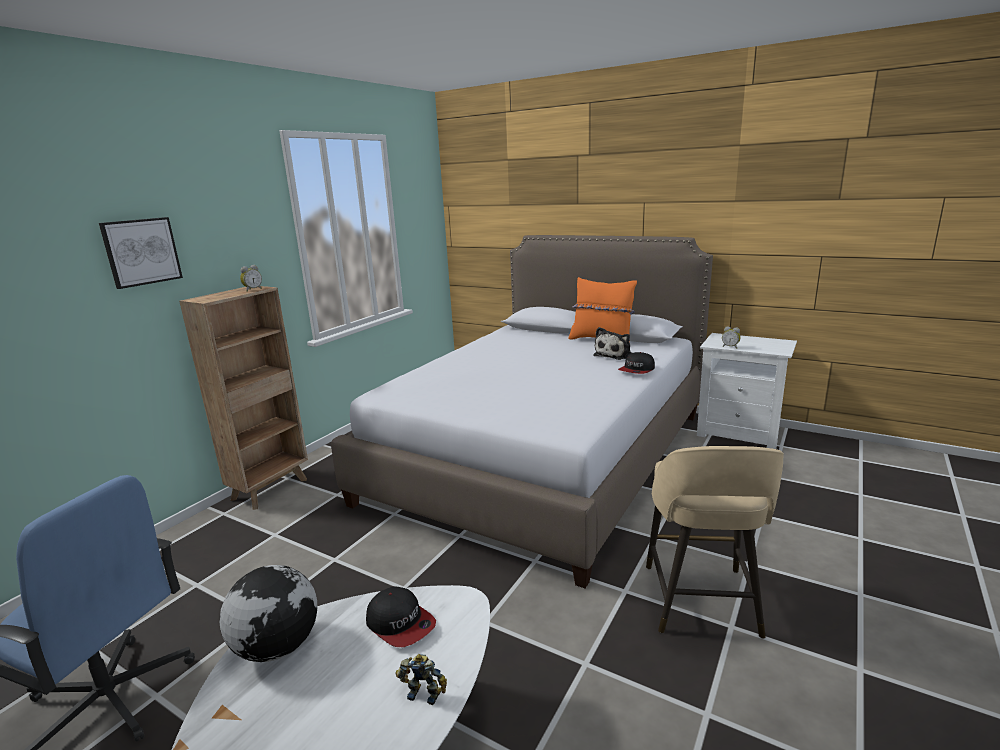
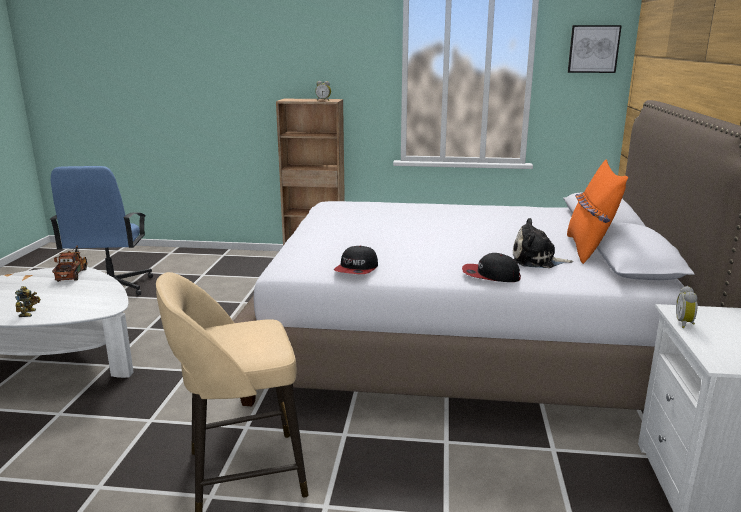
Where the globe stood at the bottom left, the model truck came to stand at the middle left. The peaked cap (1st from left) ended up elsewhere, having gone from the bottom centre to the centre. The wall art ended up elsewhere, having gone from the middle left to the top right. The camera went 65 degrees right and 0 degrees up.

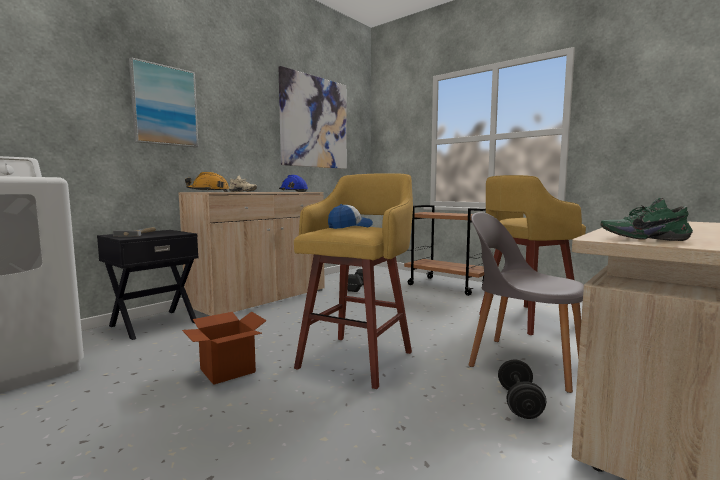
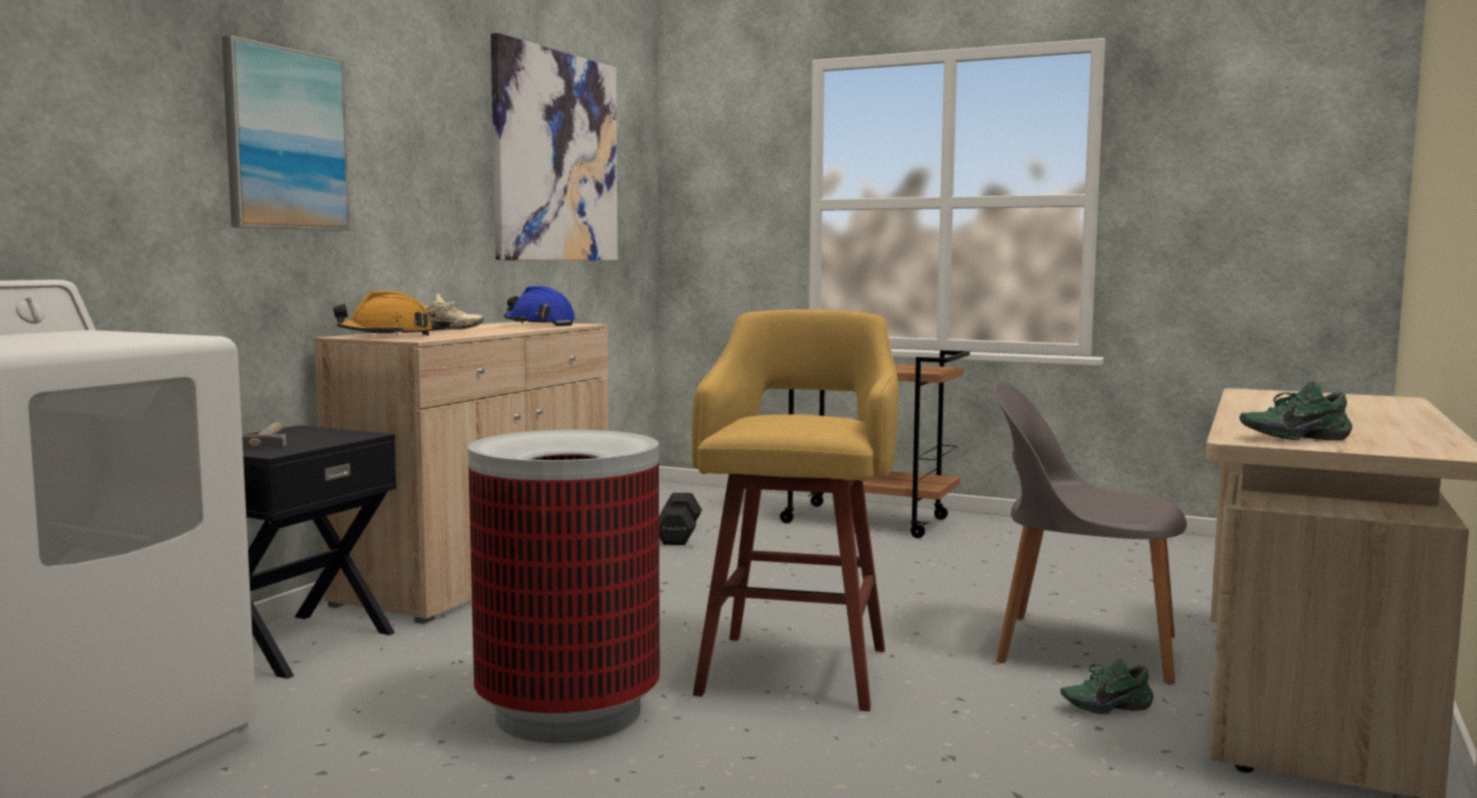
Where the carton stood at the bottom left, the trash can came to stand at the bottom centre. Where the black hand weight (2nd from left) stood at the bottom right, the green-coloured item of footwear (1st from left) came to stand at the bottom right. The second view lost the peaked cap at the centre. The second view lost the yellowish sitting stool (2nd from left) at the middle right. The camera went 15 degrees left and 0 degrees up.

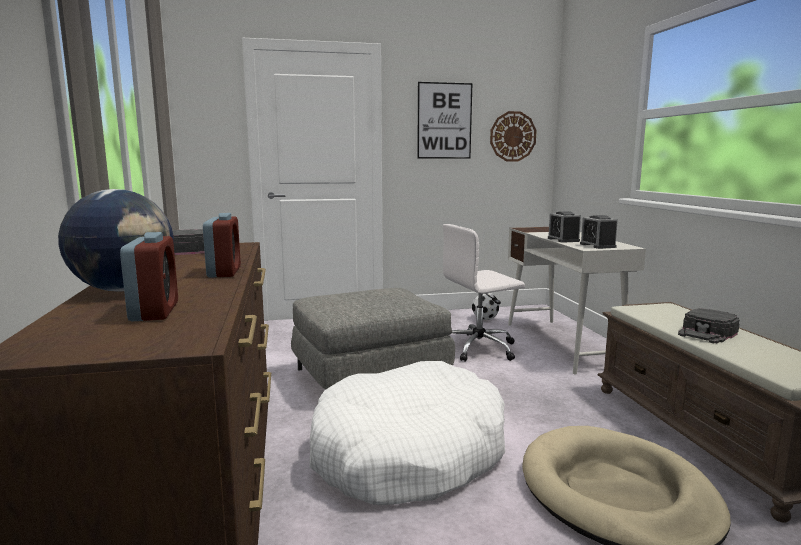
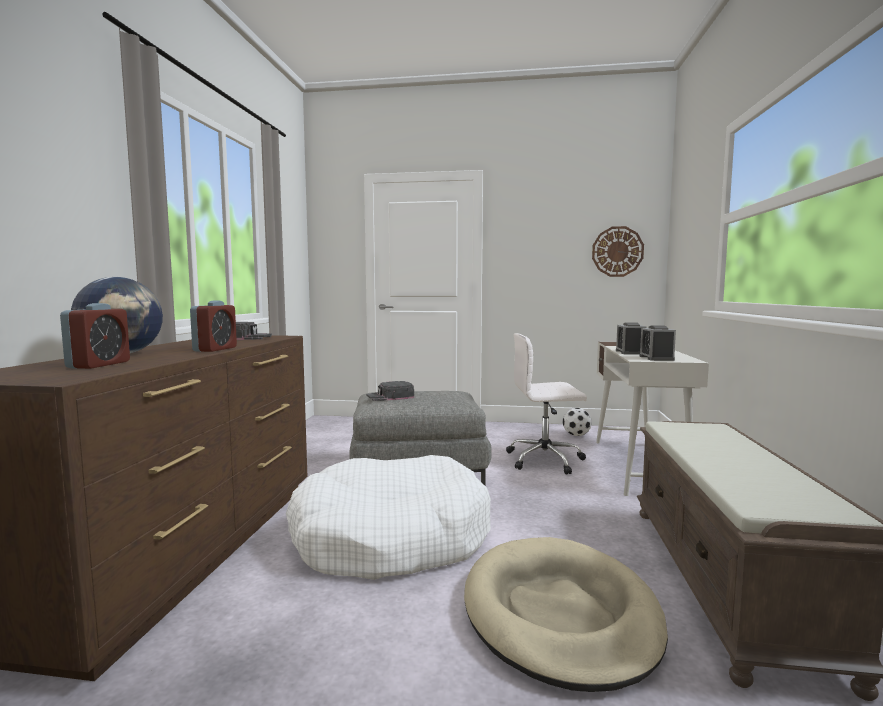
The black peaked cap (2nd from left) ended up elsewhere, having gone from the middle right to the centre. The second view lost the wall art at the top centre. The camera went 20 degrees right and 5 degrees down.

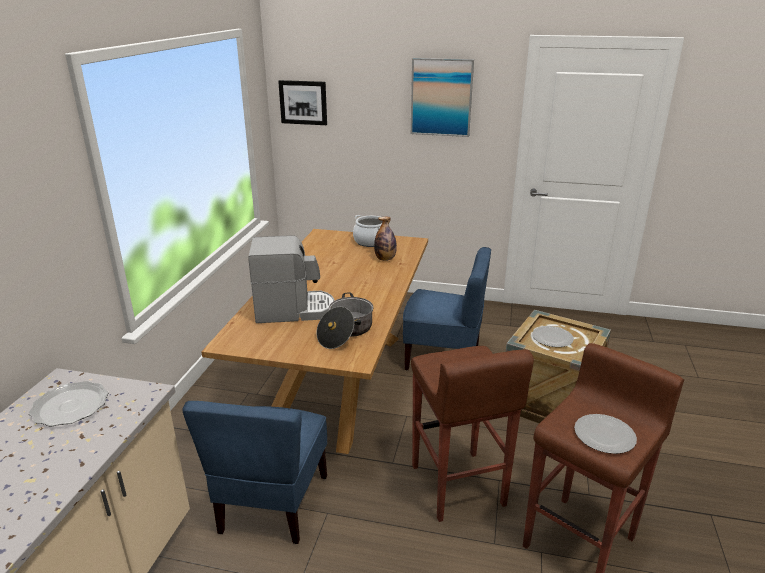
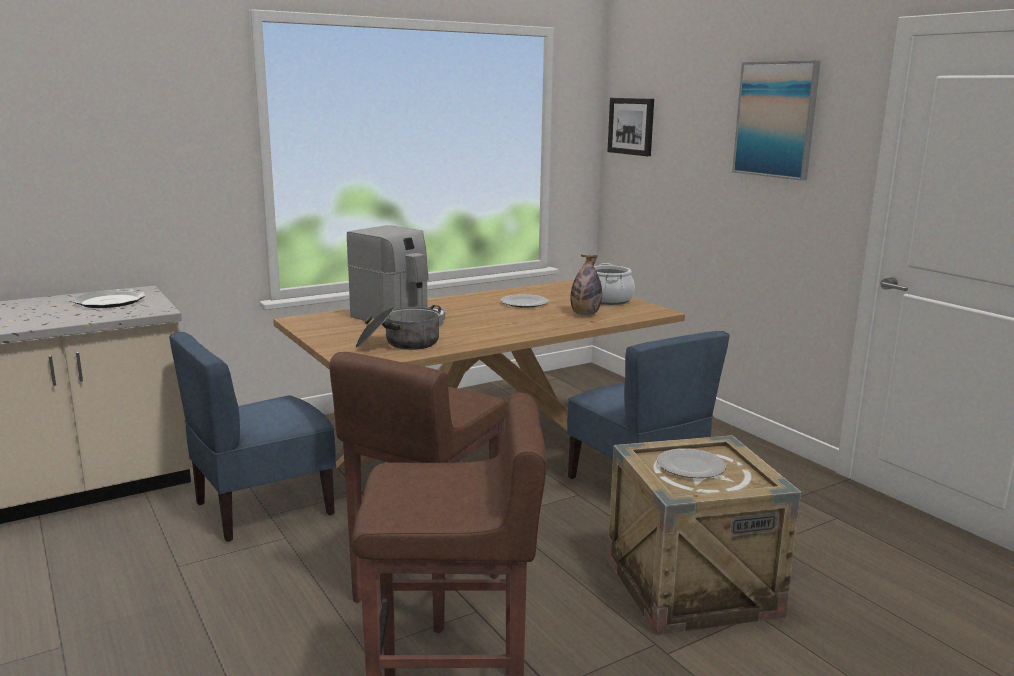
The flat dish (3rd from left in the first image) ended up elsewhere, having gone from the bottom right to the centre. The camera went 45 degrees right and 10 degrees down.

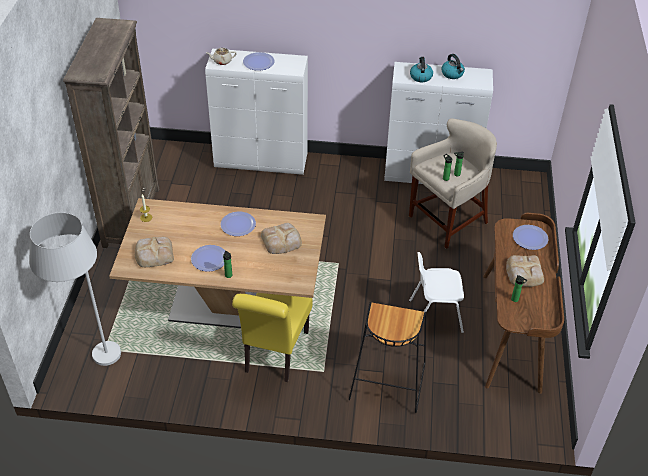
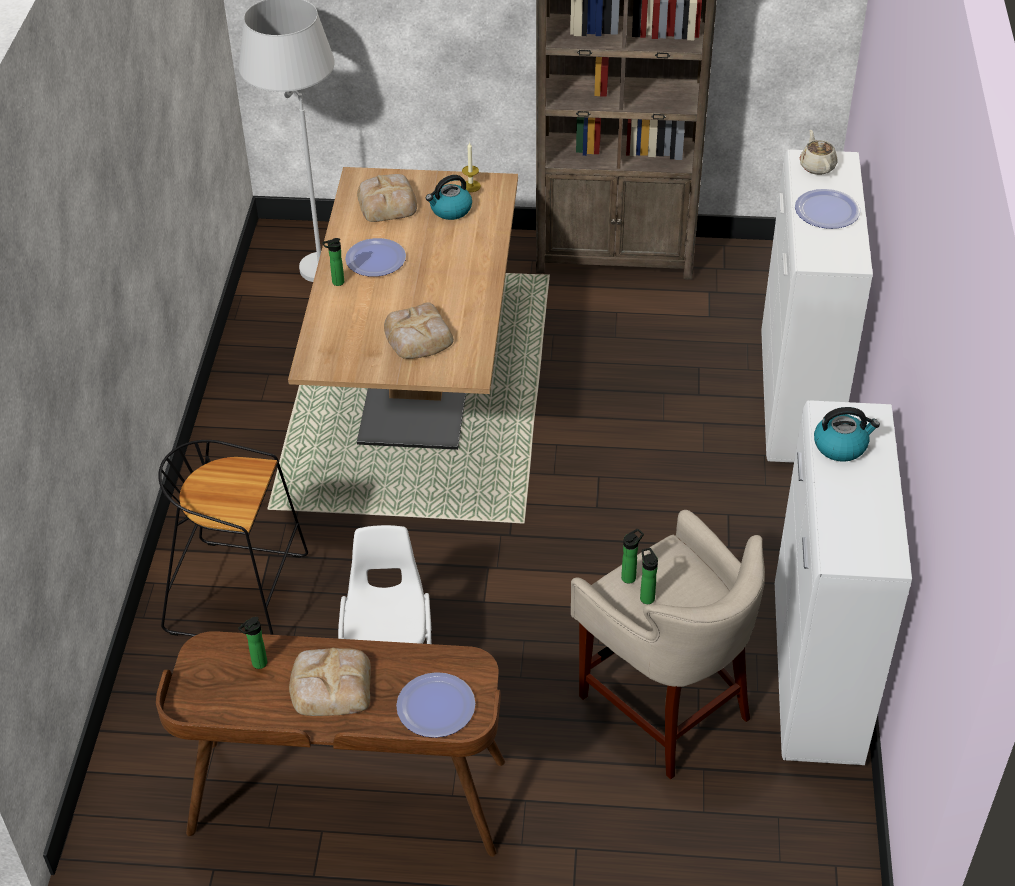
The kettle (2nd from left in the first image) ended up elsewhere, having gone from the top right to the top centre. The second view lost the flat dish (2nd from left) at the centre. The second view lost the yellowish upright chair at the bottom centre. The camera went 90 degrees right and 0 degrees up.

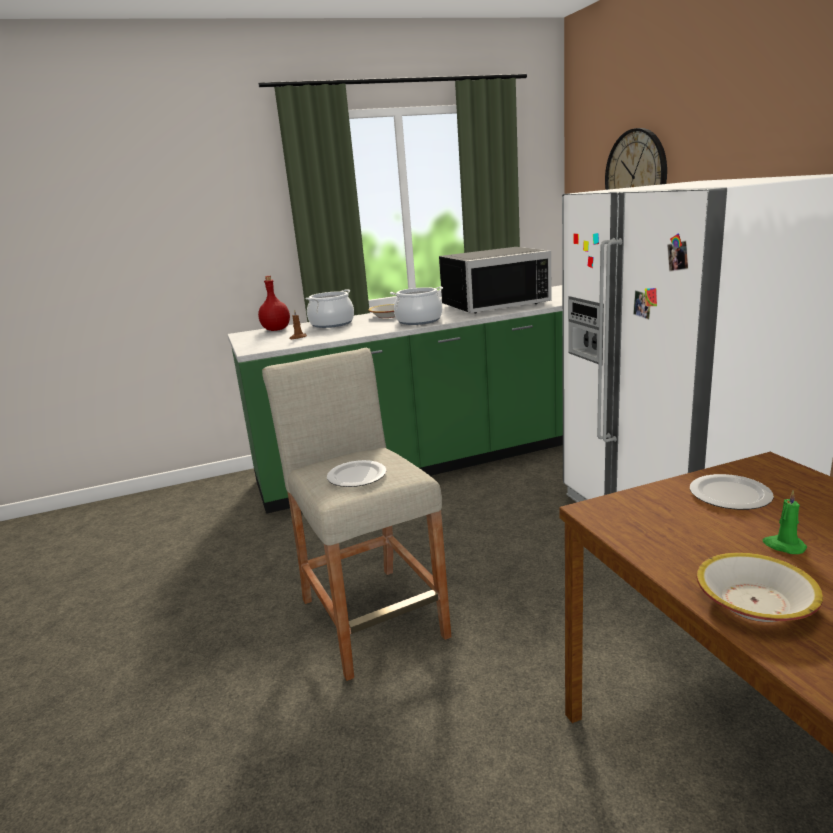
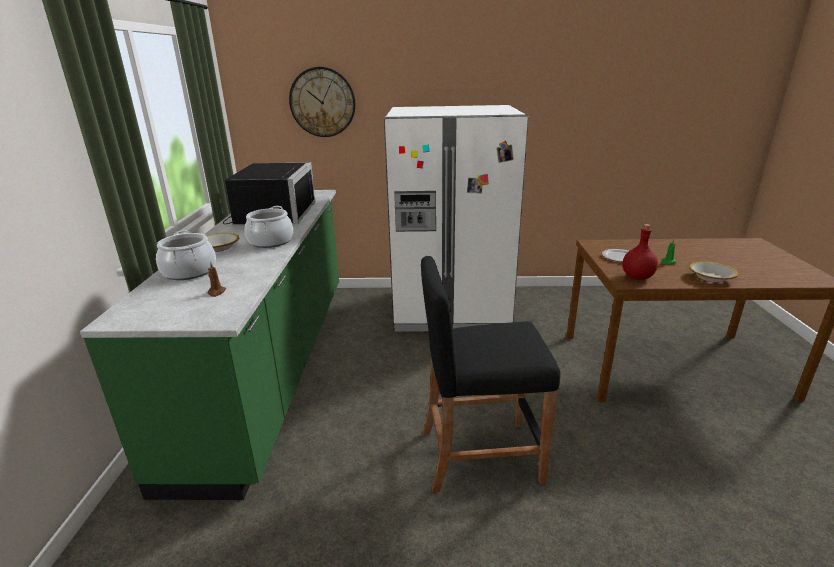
What was the beige-coloured sitting stool at the centre turned into the black sitting stool at the centre. The reddish bottle ended up elsewhere, having gone from the middle left to the middle right. The second view lost the flat dish (1st from left) at the centre. The camera went 70 degrees left and 5 degrees up.

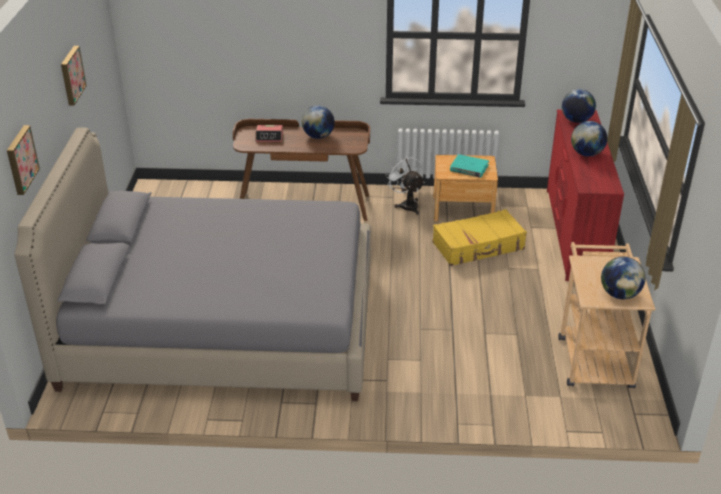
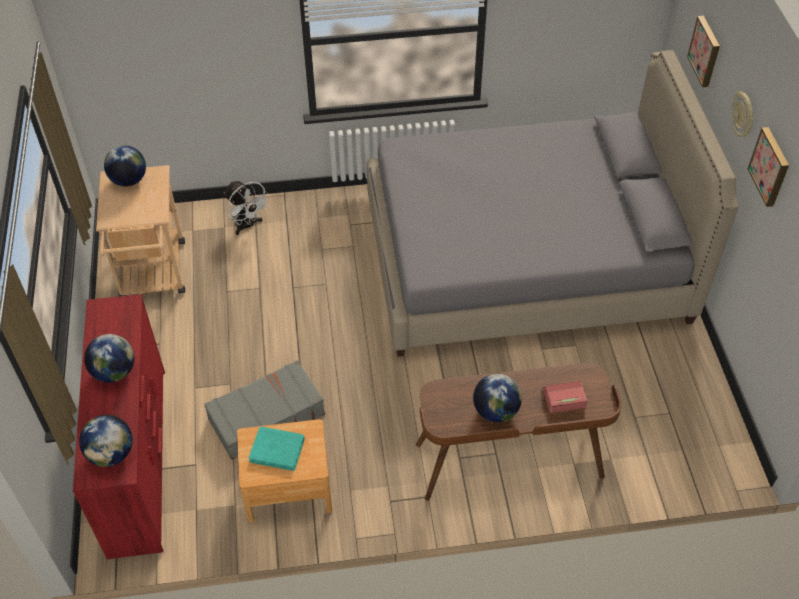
What was the yellowish travel case at the centre turned into the greyish travel case at the bottom left. The whitish cooling fan ended up elsewhere, having gone from the centre to the middle left. The second view gained the clock on the wall at the top right. The camera went 170 degrees right and 15 degrees up.

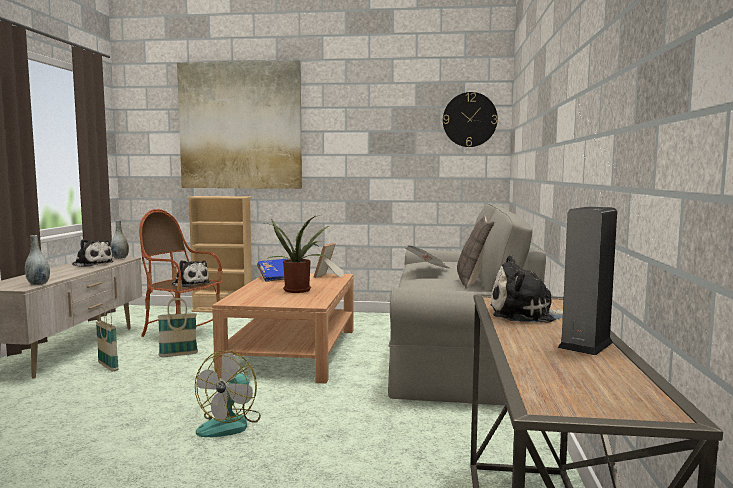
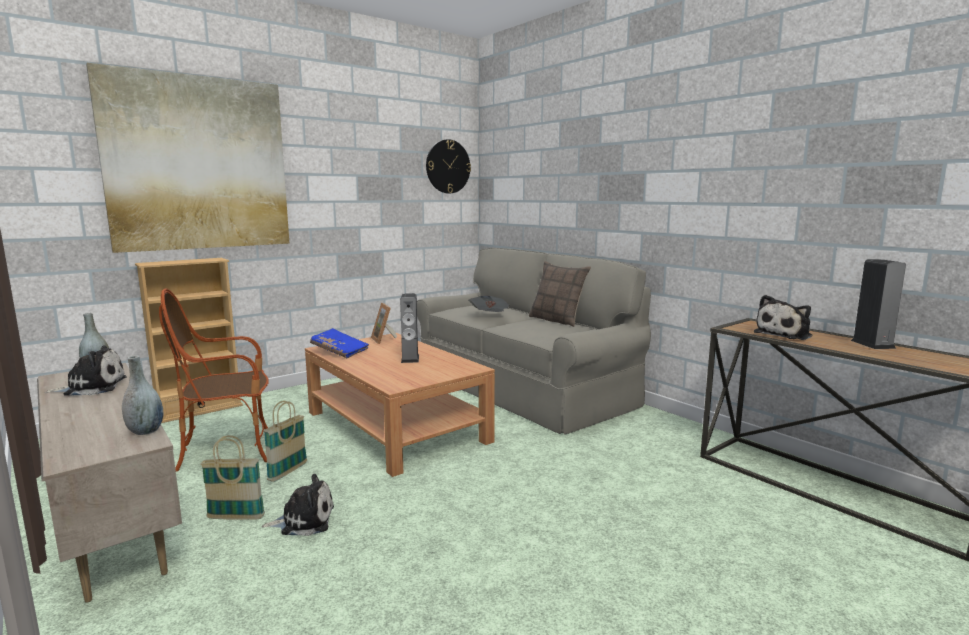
The plush toy (2nd from left) ended up elsewhere, having gone from the middle left to the bottom left. Where the plant in a pot stood at the centre, the loudspeaker (1st from left) came to stand at the centre. The second view lost the cooling fan at the bottom left. The camera went 45 degrees left and 5 degrees up.

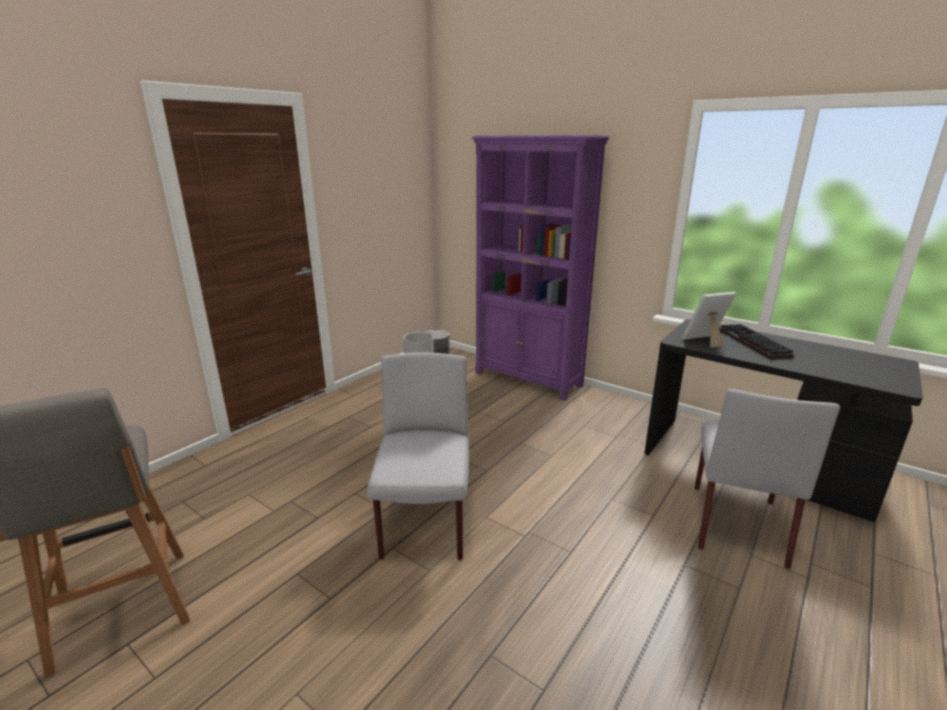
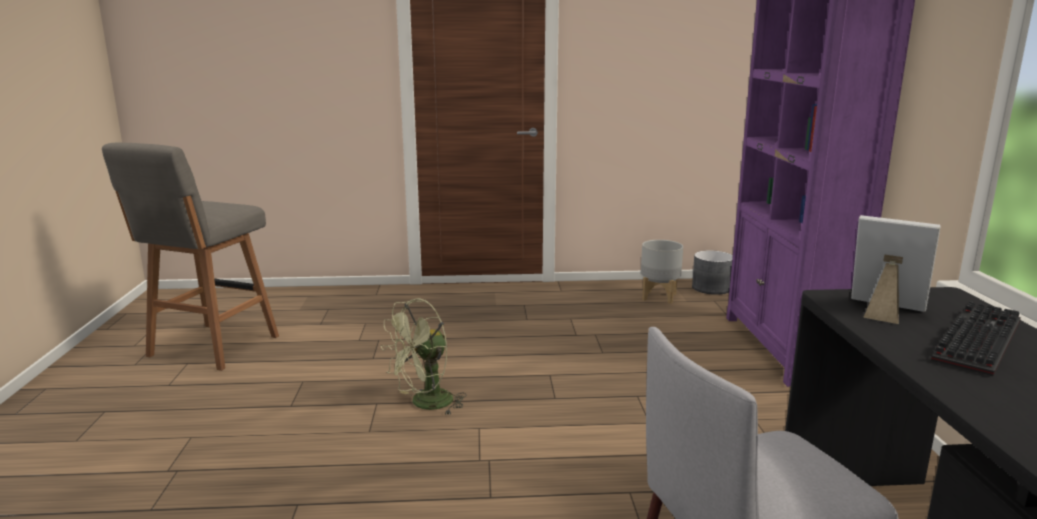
Where the greyish upright chair (1st from left) stood at the centre, the green-coloured cooling fan came to stand at the bottom centre. The camera went 50 degrees right and 5 degrees down.

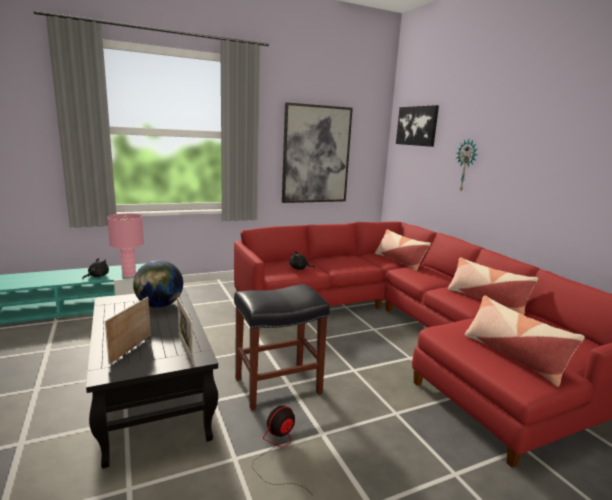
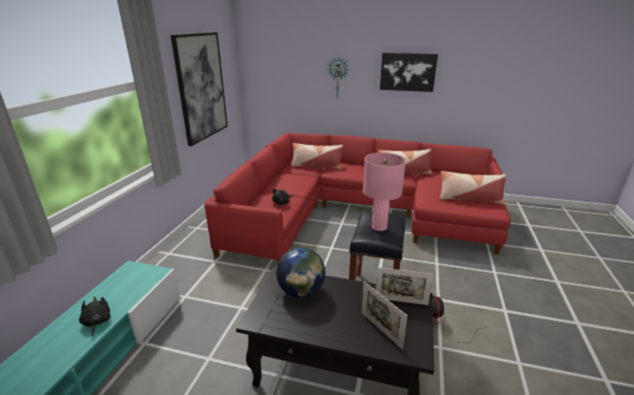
The pink-coloured lamp for a table ended up elsewhere, having gone from the middle left to the centre. The wall art (2nd from left) ended up elsewhere, having gone from the top right to the top centre. The camera went 50 degrees left and 10 degrees up.

